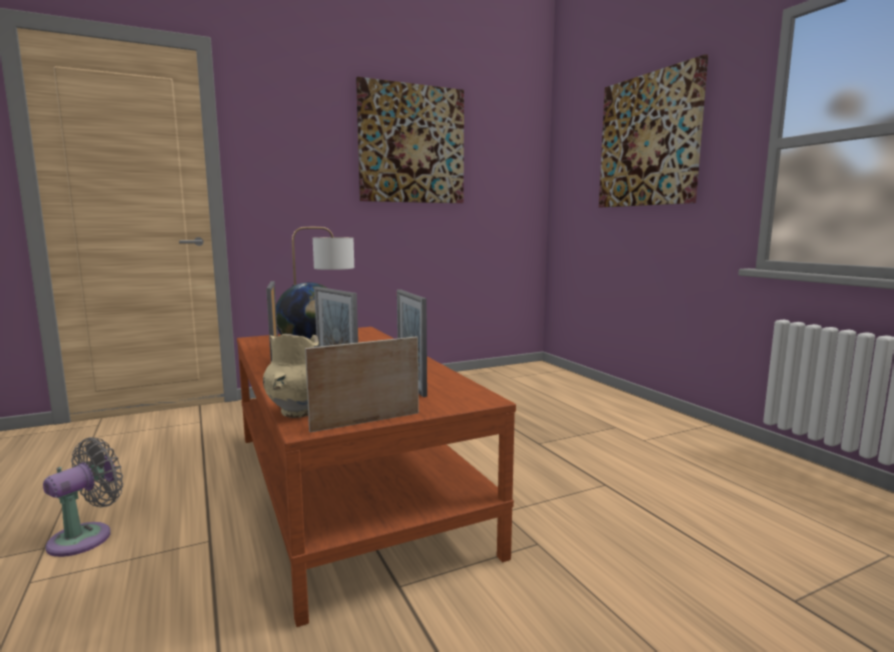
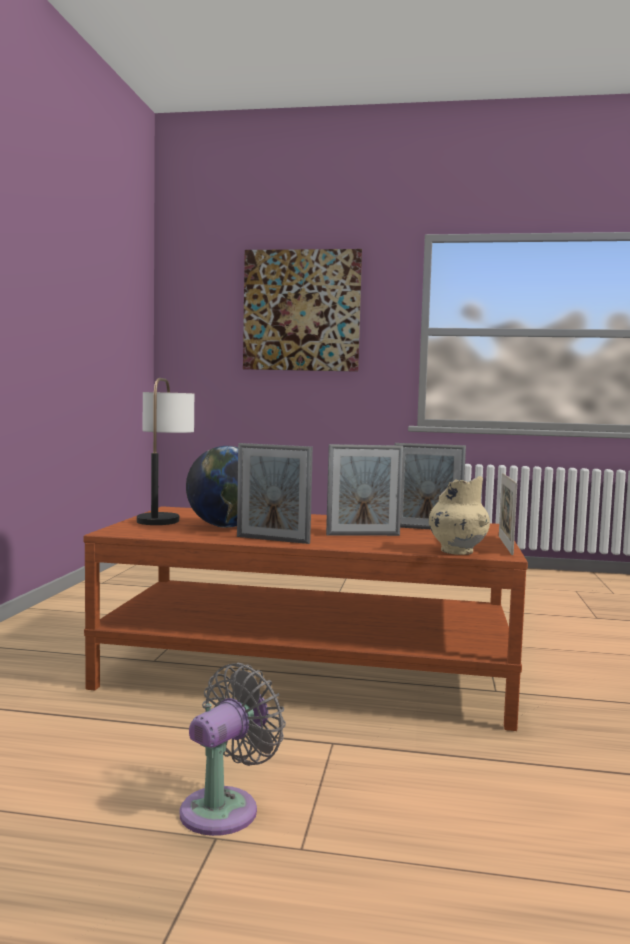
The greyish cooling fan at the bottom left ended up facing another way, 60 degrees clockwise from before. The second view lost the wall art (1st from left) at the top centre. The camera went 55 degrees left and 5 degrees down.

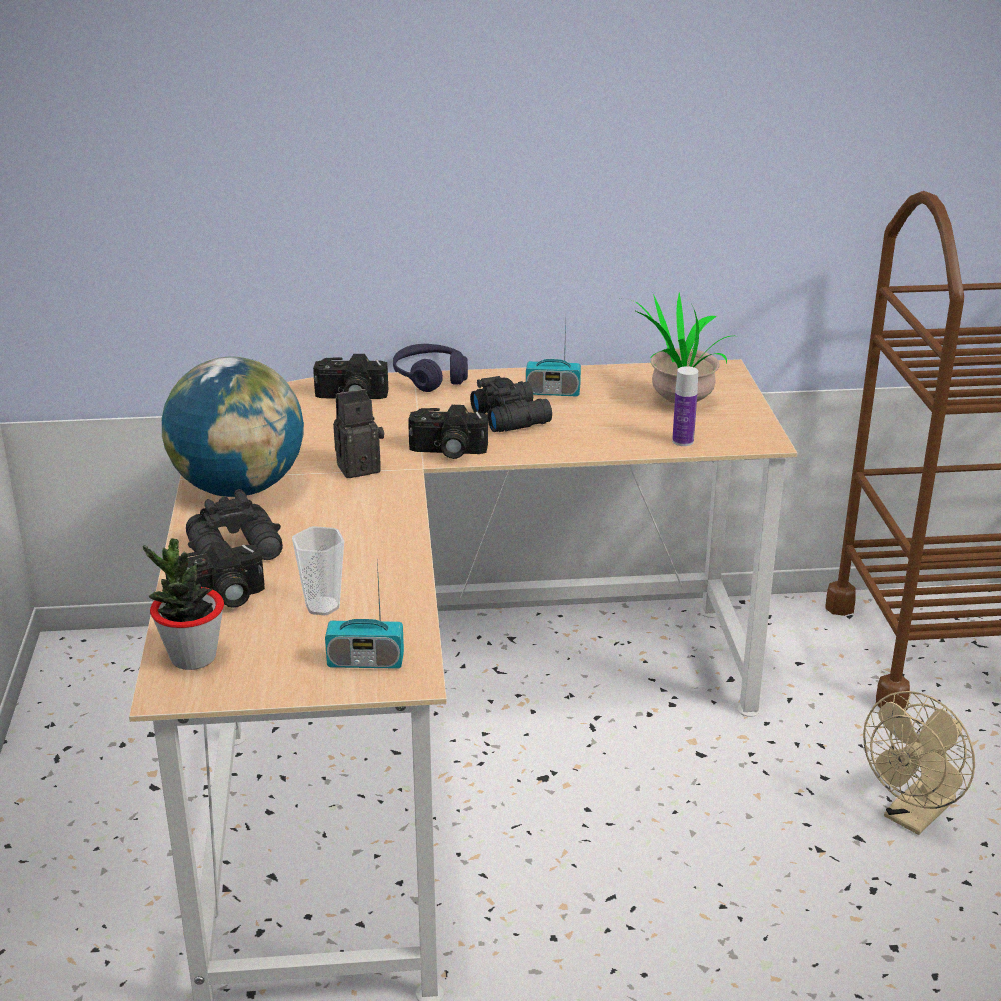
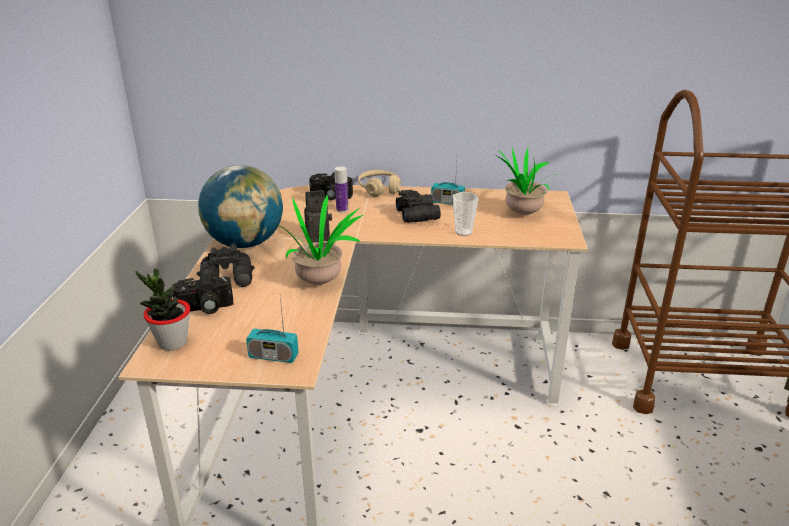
The second view gained the plant in a pot (2nd from left) at the centre. The bottle ended up elsewhere, having gone from the middle right to the centre. What was the purplish headset at the centre turned into the beige-coloured headset at the centre. The cup ended up elsewhere, having gone from the middle left to the centre. The second view lost the still camera (4th from left) at the centre. The second view lost the beige-coloured cooling fan at the bottom right. The camera went 10 degrees right and 0 degrees up.

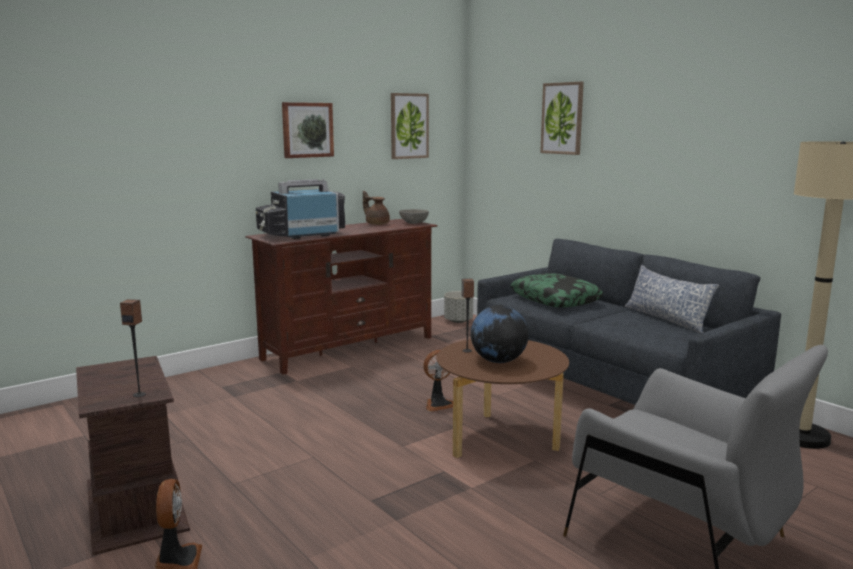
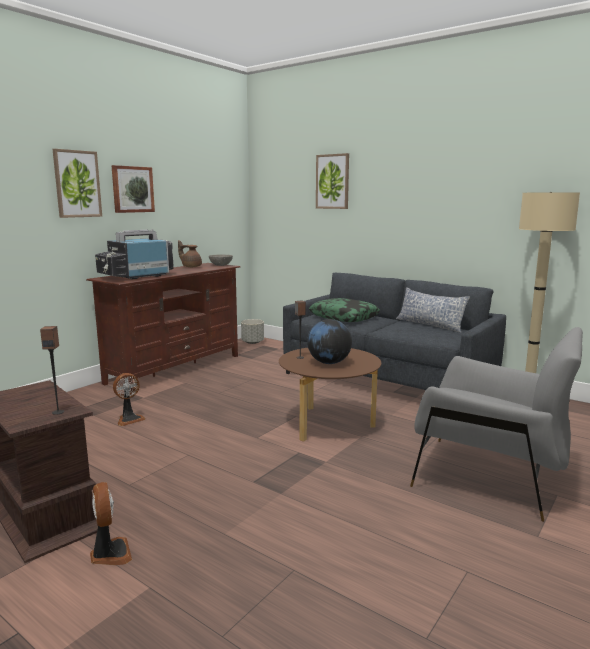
The wall art (2nd from left in the first image) ended up elsewhere, having gone from the top centre to the top left. The cooling fan (2nd from left) ended up elsewhere, having gone from the bottom centre to the middle left. The camera went 15 degrees left and 0 degrees up.

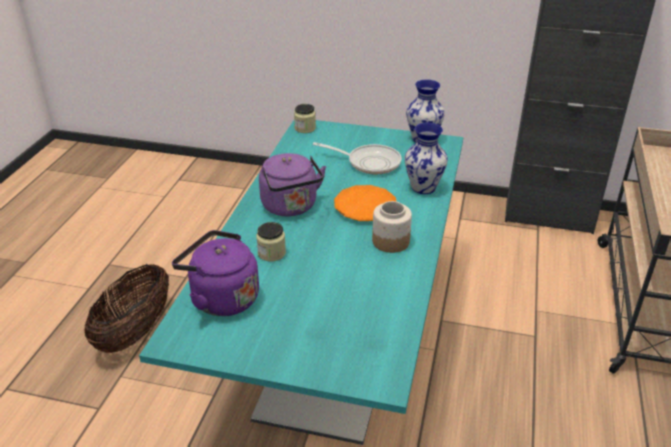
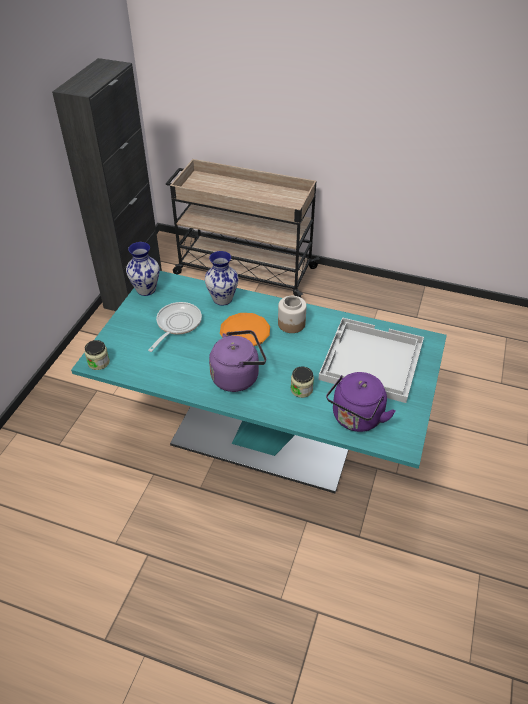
The second view gained the whitish carrying tray at the middle right. The second view lost the basket at the bottom left. The camera went 85 degrees left and 10 degrees up.

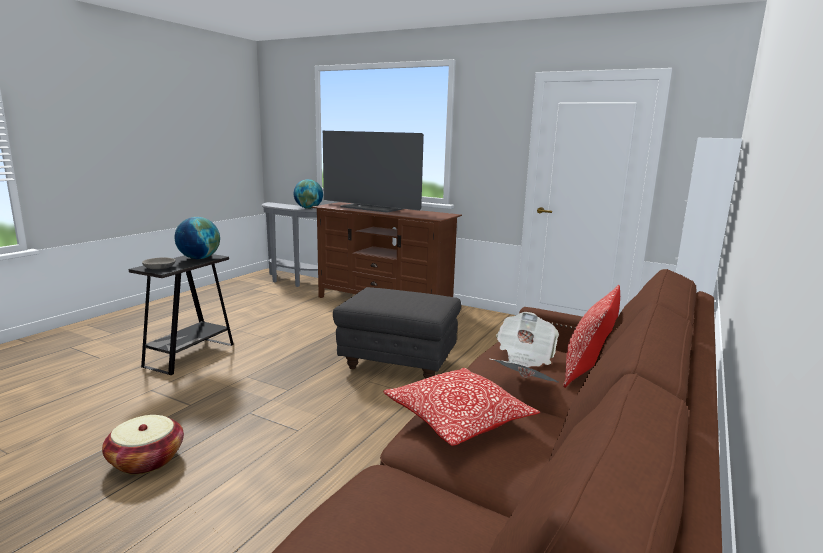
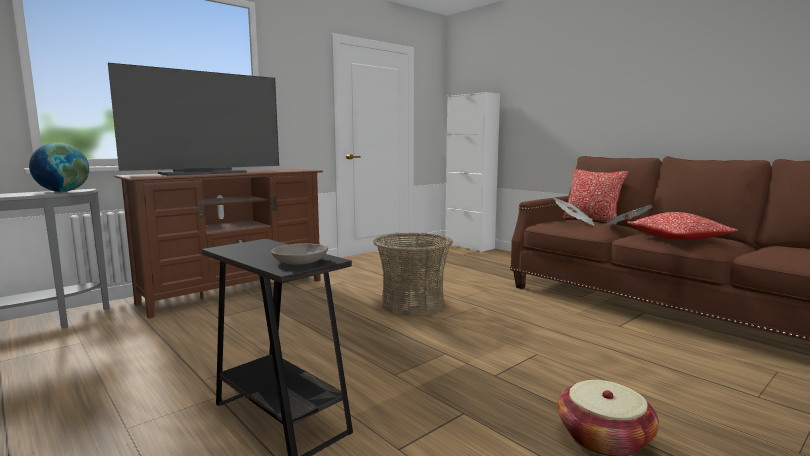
Where the greyish ottoman stood at the centre, the basket (1st from left) came to stand at the centre. The second view lost the globe (1st from left) at the middle left. The camera went 70 degrees left and 5 degrees down.

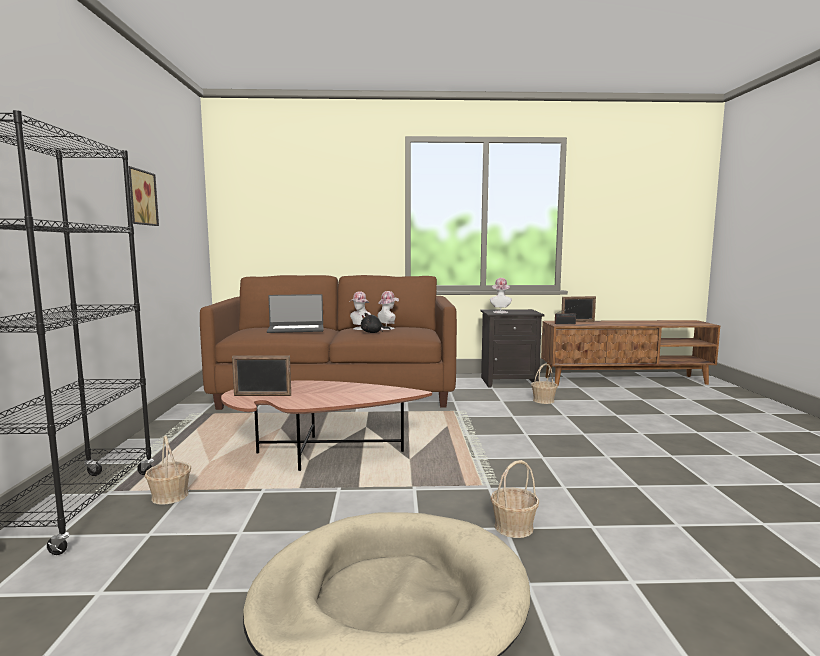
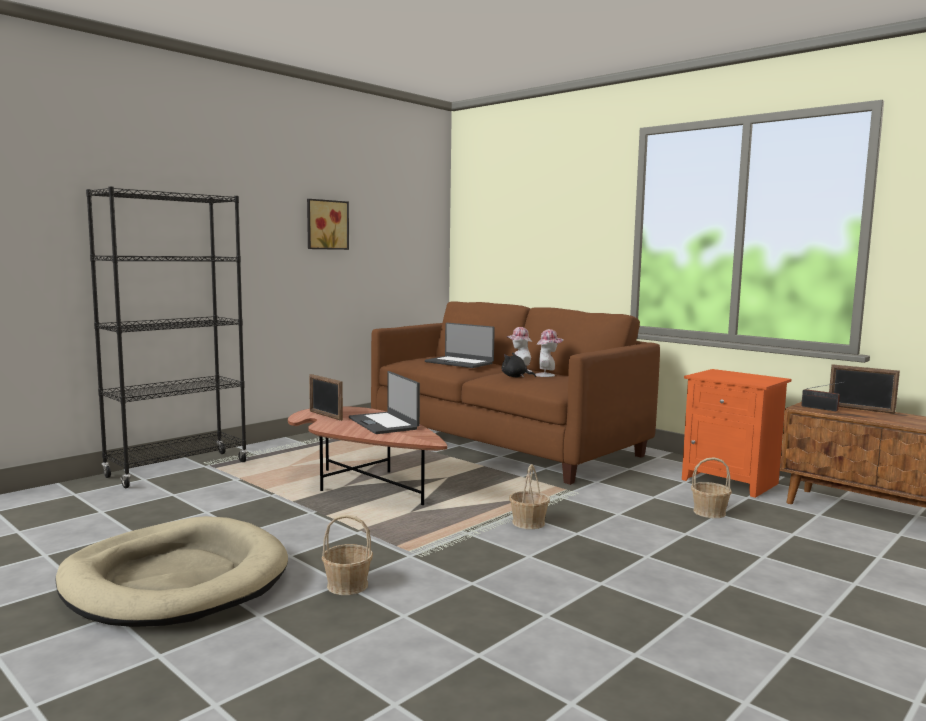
The second view gained the laptop (1st from left) at the centre. The basket (1st from left in the first image) ended up elsewhere, having gone from the bottom left to the bottom centre. What was the black nightstand at the centre turned into the orange-coloured nightstand at the middle right. The second view lost the wearable hat (3rd from left) at the centre. The camera went 45 degrees right and 0 degrees up.

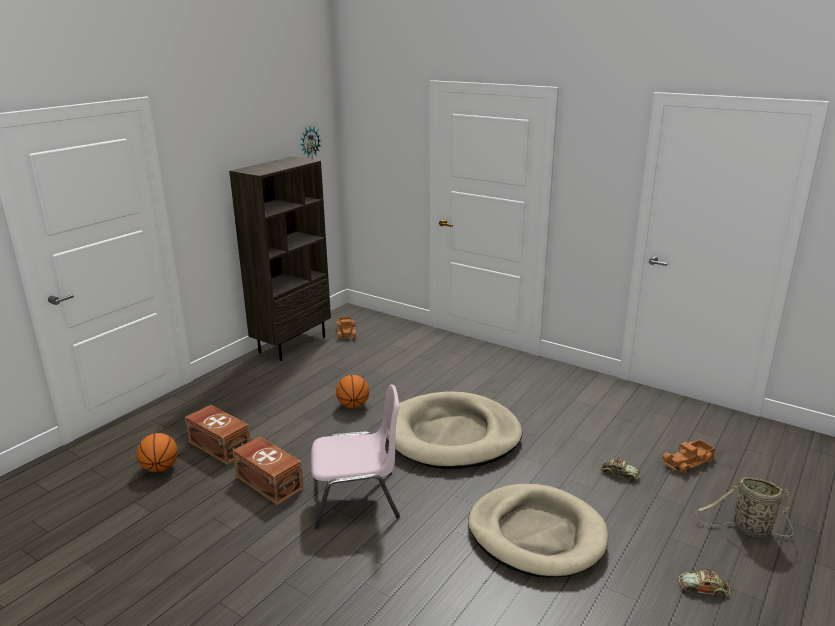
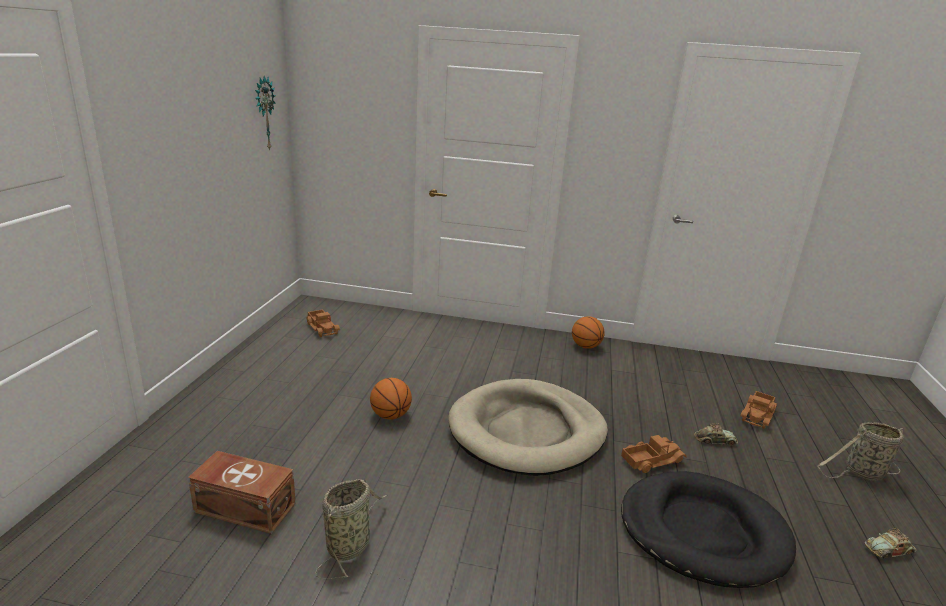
Where the brown storage container (2nd from left) stood at the bottom left, the basket (1st from left) came to stand at the bottom centre. The ball for basketball (1st from left in the first image) ended up elsewhere, having gone from the bottom left to the centre. The second view gained the model truck (2nd from left) at the bottom right. What was the beige-coloured dog bed (2nd from left) at the bottom centre turned into the black dog bed at the bottom right. The second view lost the brown shelving unit at the centre. The second view lost the pink-coloured upright chair at the bottom centre. The camera went 25 degrees left and 0 degrees up.

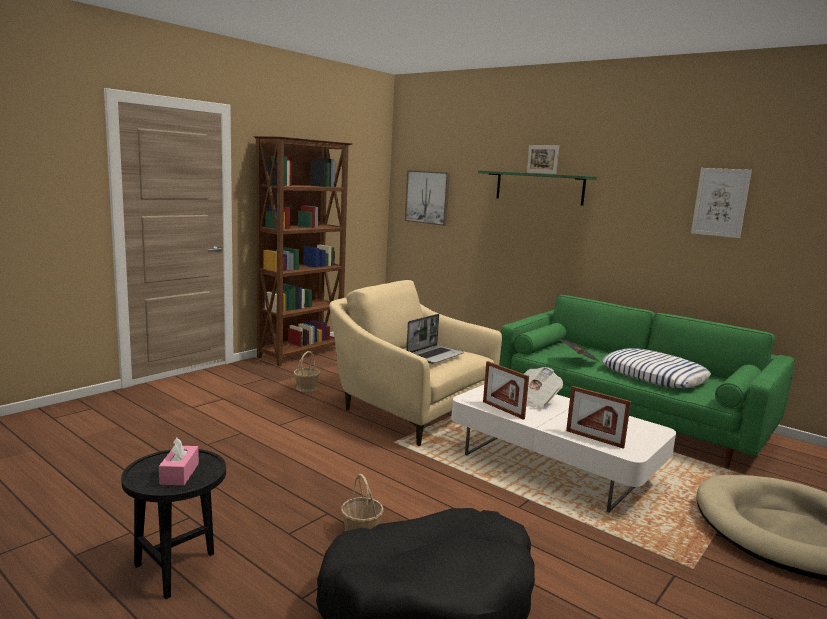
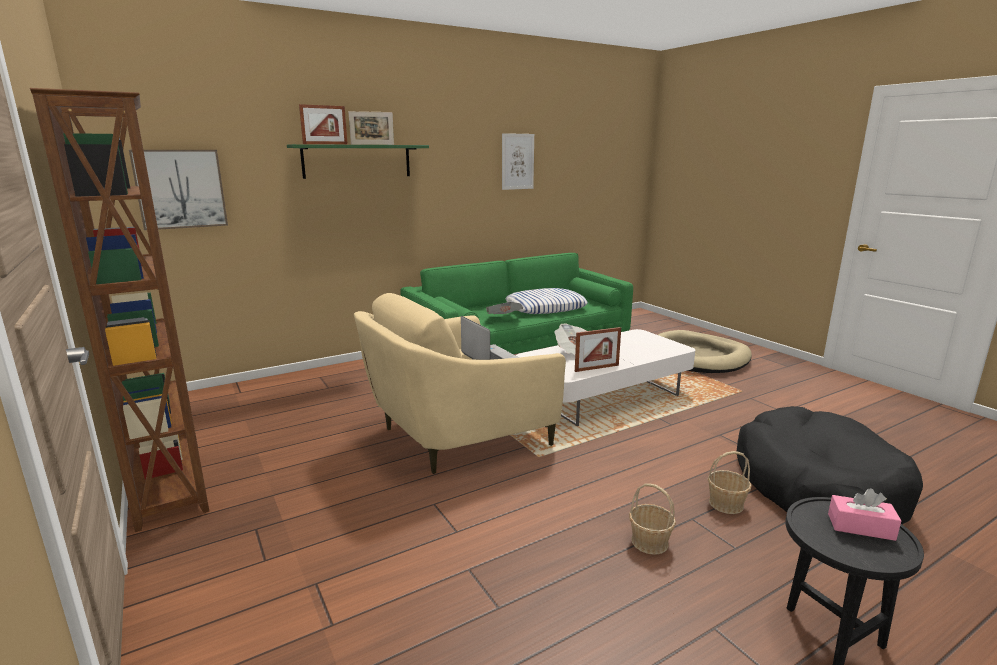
The photo frame (3rd from left in the first image) ended up elsewhere, having gone from the bottom right to the top left. The basket (1st from left) ended up elsewhere, having gone from the centre to the bottom centre. The camera went 70 degrees left and 5 degrees up.

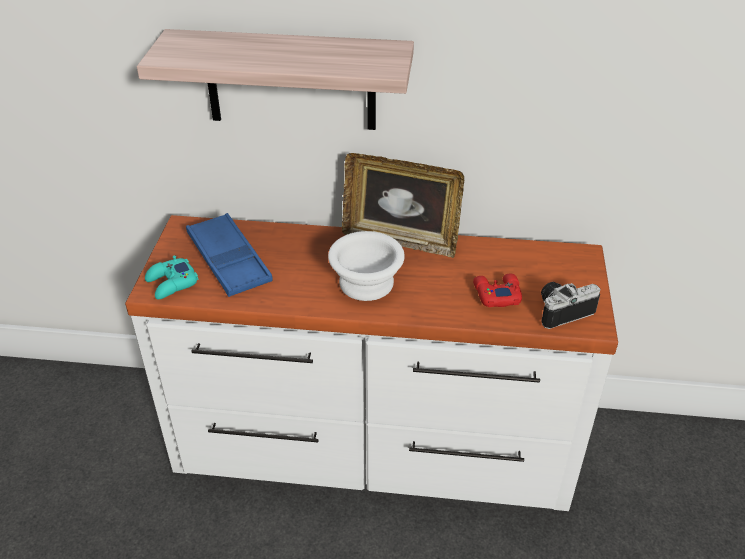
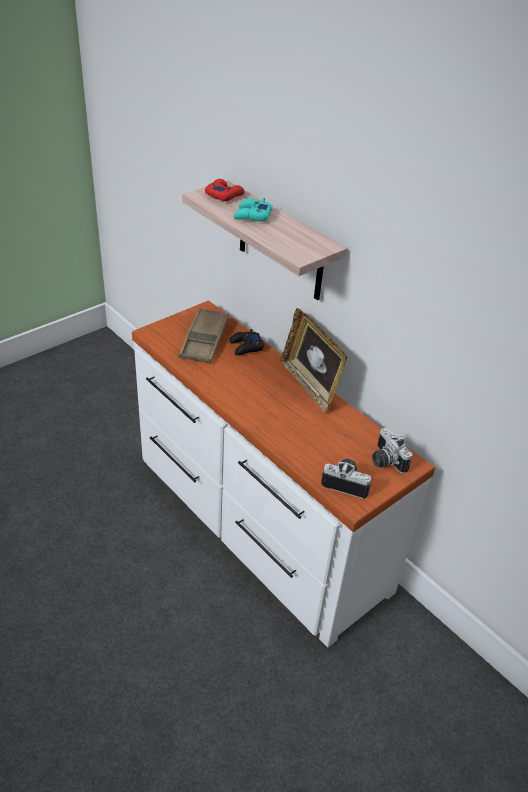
What was the blue carrying tray at the middle left turned into the brown carrying tray at the centre. The reddish joypad ended up elsewhere, having gone from the middle right to the top centre. The second view gained the black joypad at the centre. The blue-green joypad ended up elsewhere, having gone from the middle left to the top centre. The second view gained the still camera (2nd from left) at the middle right. The second view lost the whitish bowl at the centre. The camera went 40 degrees right and 0 degrees up.

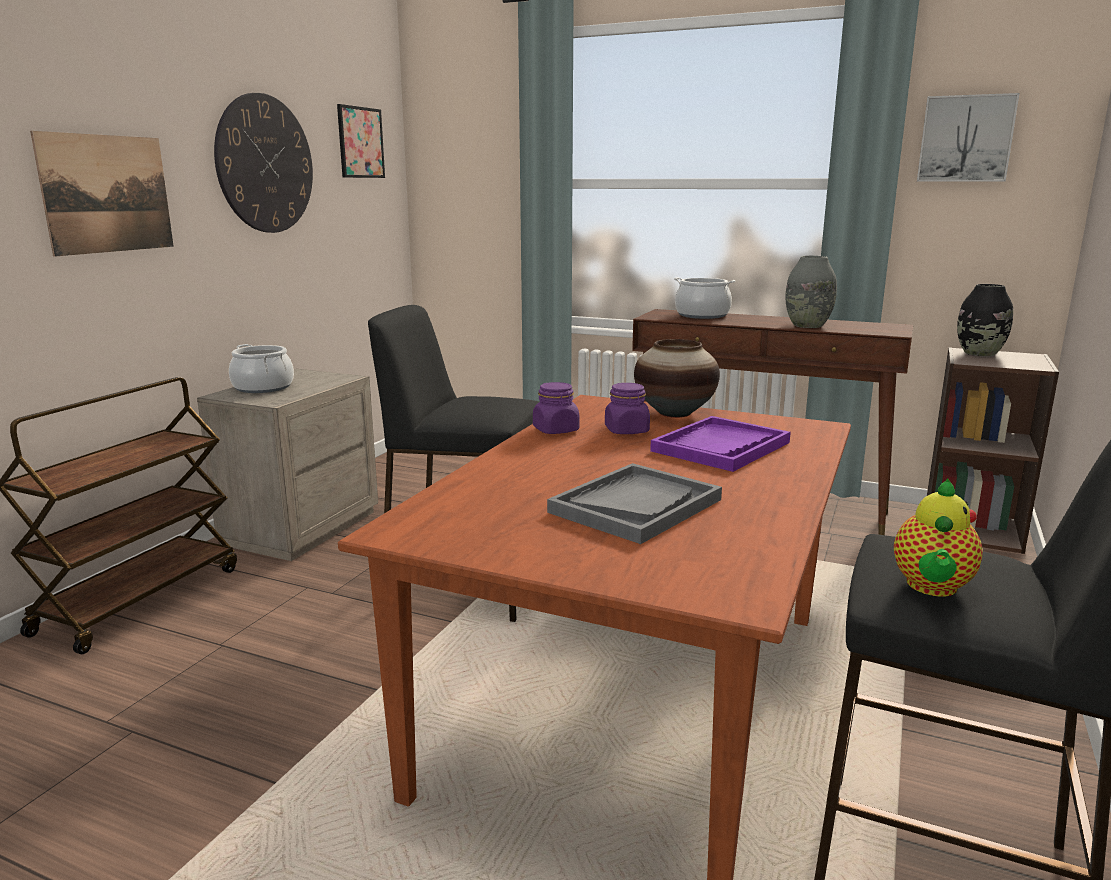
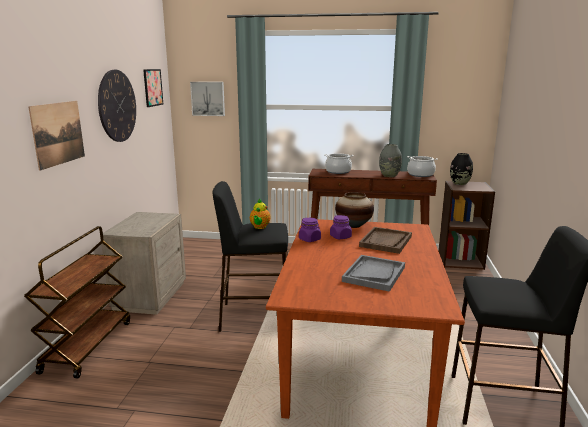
The wall art (3rd from left) ended up elsewhere, having gone from the top right to the top centre. The teapot ended up elsewhere, having gone from the middle right to the centre. What was the purplish carrying tray at the centre turned into the brown carrying tray at the centre. The cooking pot (1st from left in the first image) ended up elsewhere, having gone from the middle left to the middle right. The camera went 15 degrees left and 0 degrees up.

